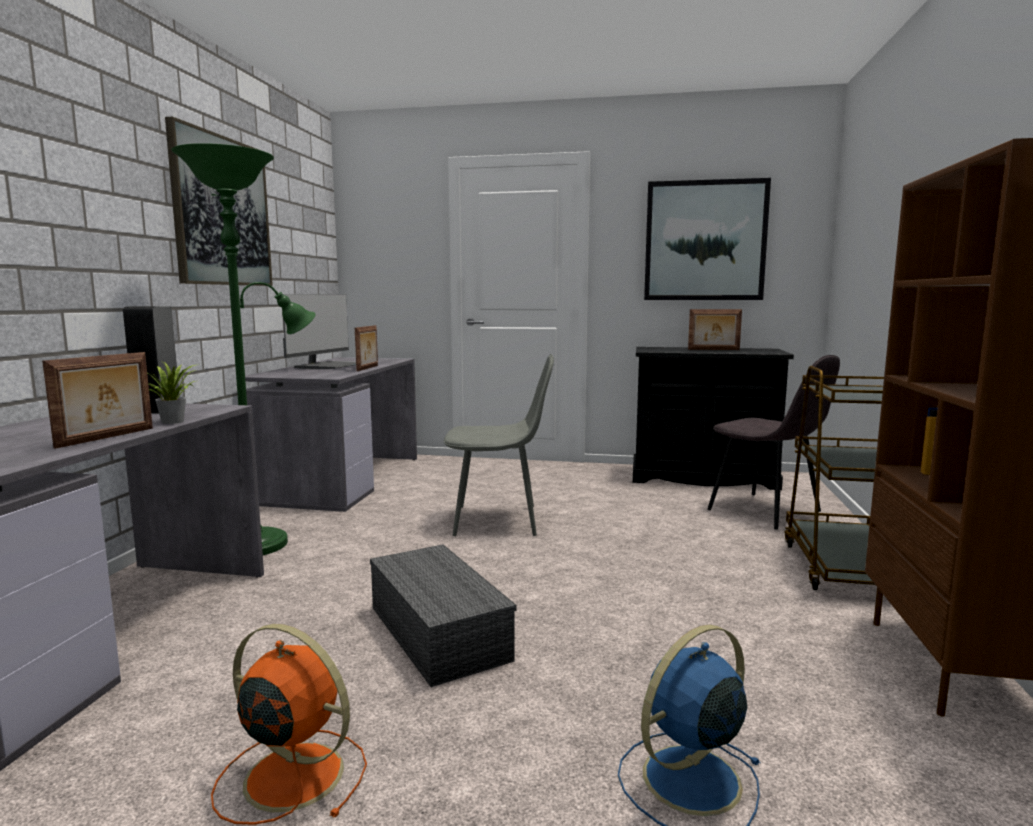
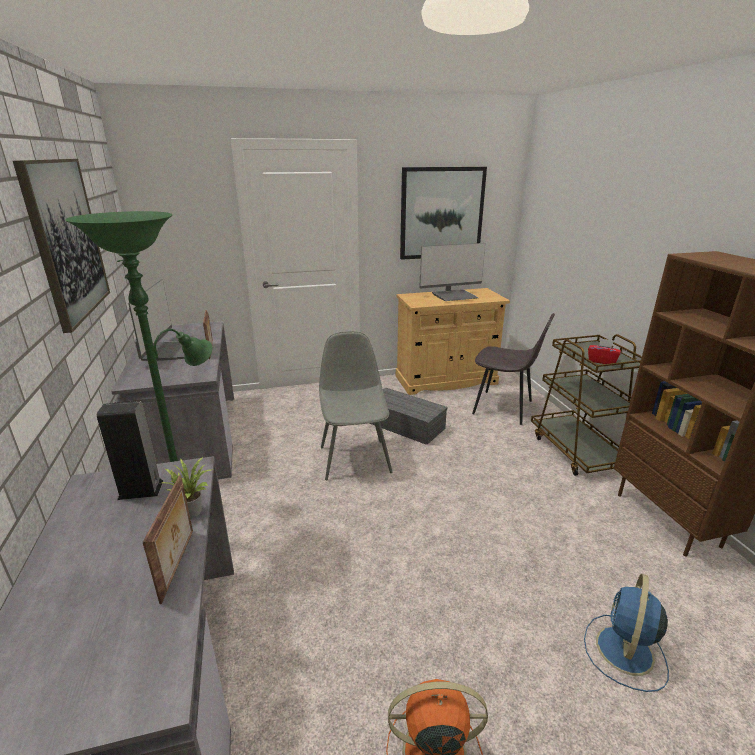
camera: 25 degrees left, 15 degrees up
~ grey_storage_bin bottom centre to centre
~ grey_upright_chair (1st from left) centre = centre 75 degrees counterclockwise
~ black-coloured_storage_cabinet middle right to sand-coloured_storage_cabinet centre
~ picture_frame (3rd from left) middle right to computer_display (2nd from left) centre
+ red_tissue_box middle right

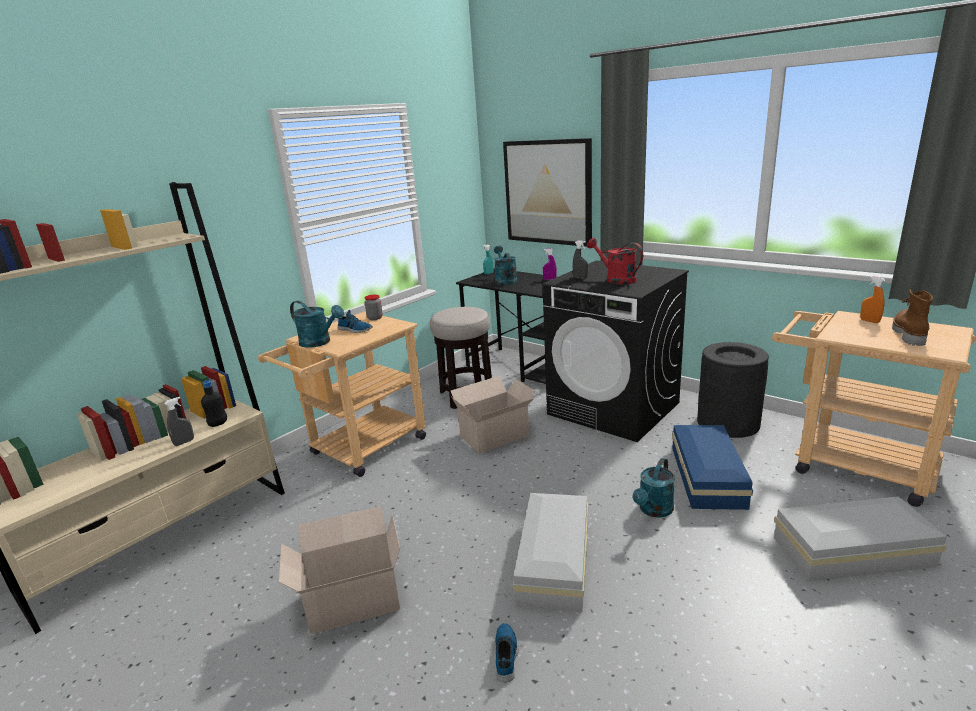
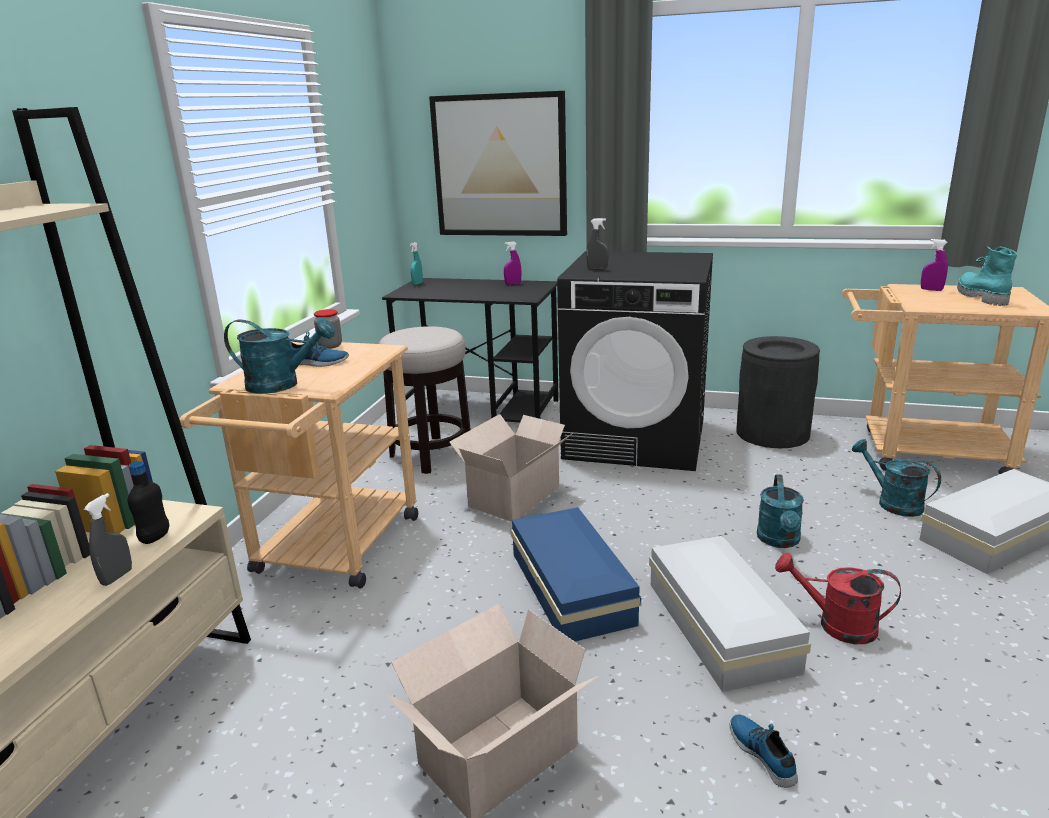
camera: 25 degrees left, 0 degrees up
~ turquoise_sprinkling_can (2nd from left in the first image) centre to turquoise_sprinkling_can (3rd from left) middle right
~ red_sprinkling_can centre to bottom right
~ blue_storage_bin middle right to bottom centre
~ orange-coloured_hand_sprayer middle right to purple_hand_sprayer (2nd from left) top right
~ brown-coloured_tall_boot middle right to turquoise_tall_boot middle right

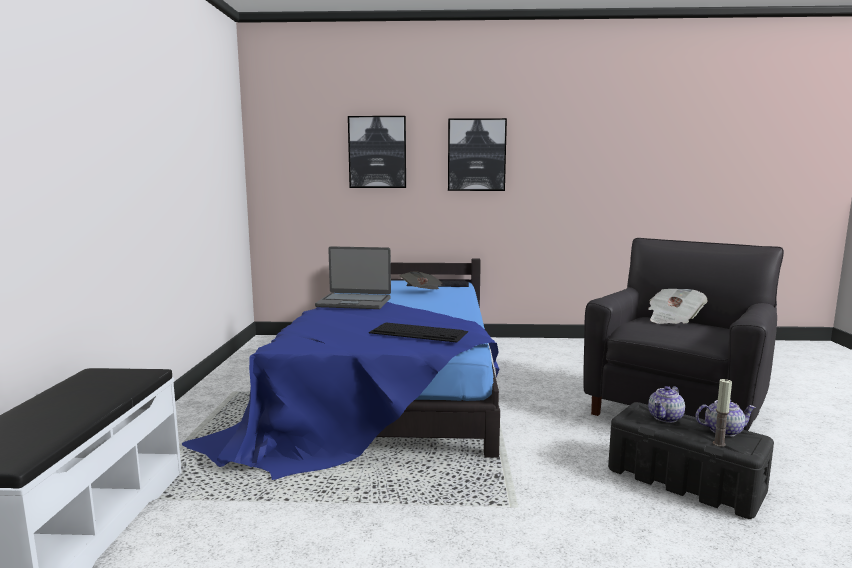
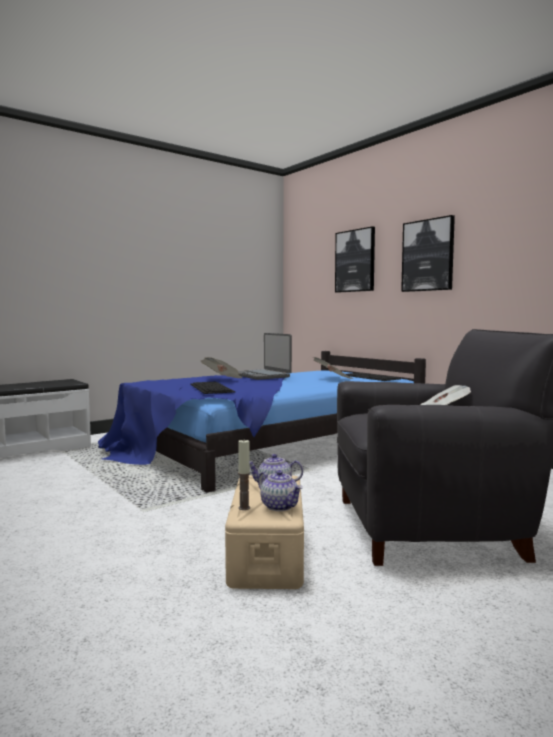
camera: 50 degrees right, 5 degrees down
~ black-coloured_storage_bin bottom right to sand-coloured_storage_bin bottom centre
+ printed_paper (1st from left) centre

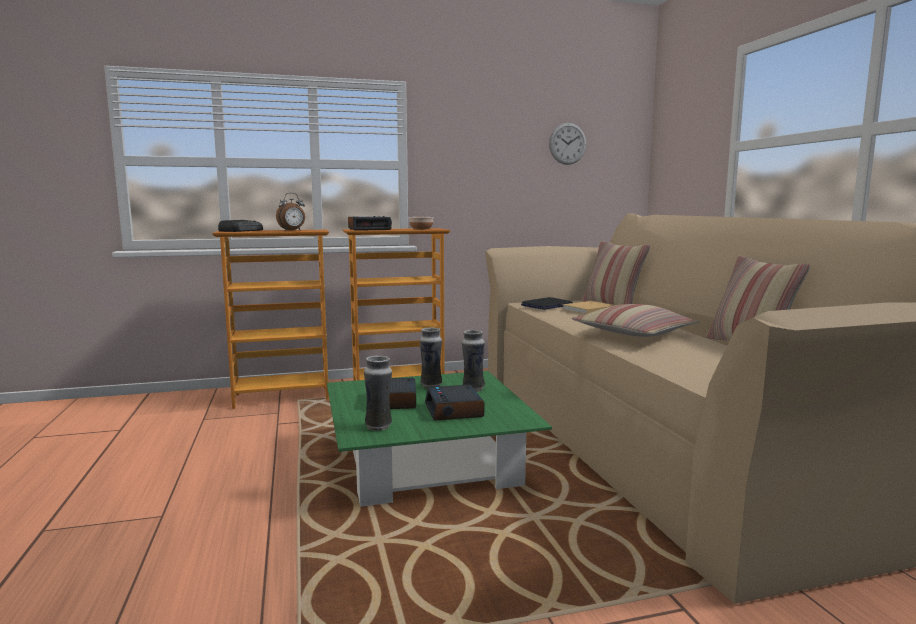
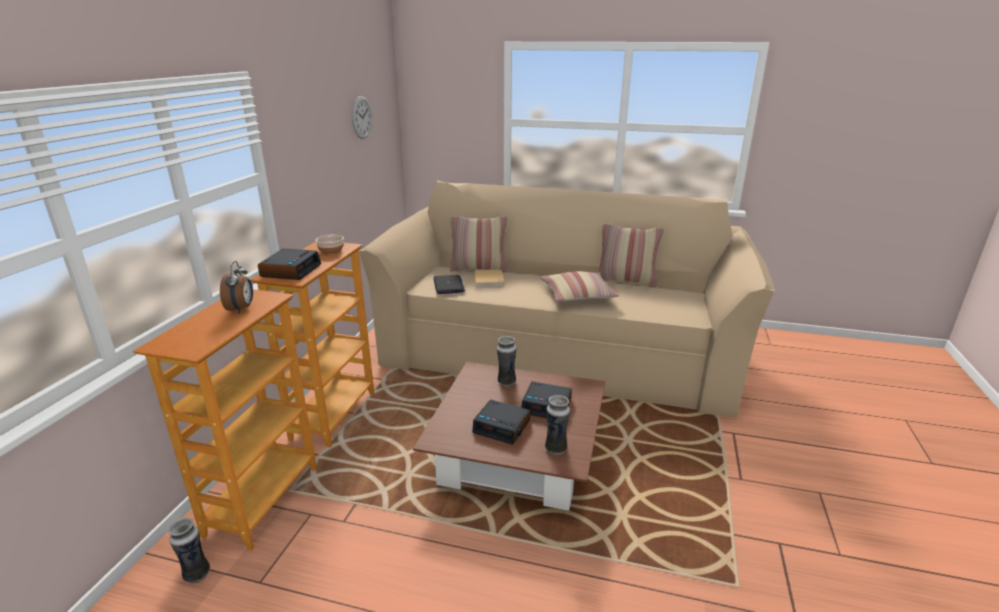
camera: 60 degrees left, 15 degrees up
- radio middle left
~ green-coloured_lounge_table bottom centre to brown-coloured_lounge_table bottom centre
~ vase (2nd from left in the first image) centre to vase (1st from left) bottom left

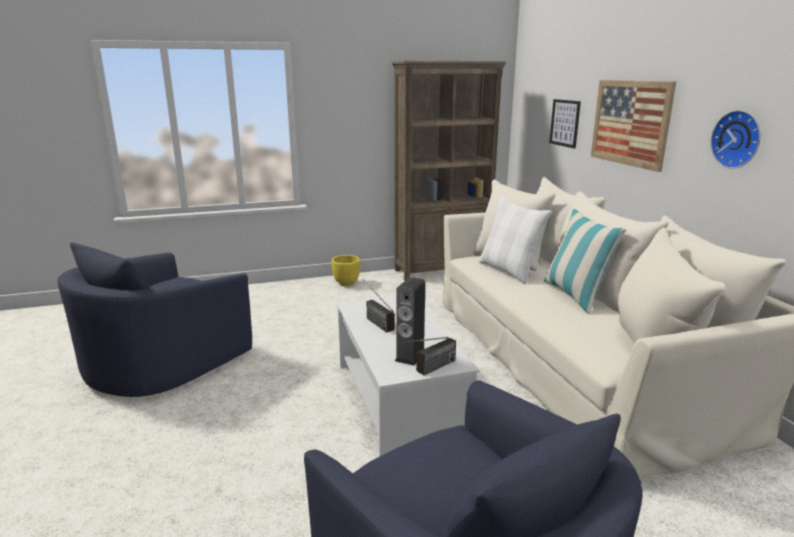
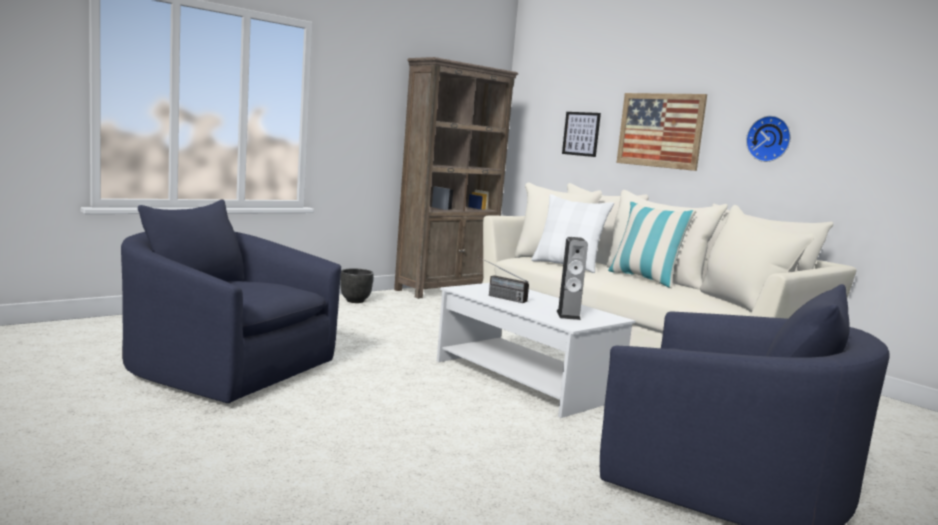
camera: 25 degrees left, 10 degrees down
~ blue_armchair (1st from left) middle left = middle left 105 degrees clockwise
~ yellow-coloured_planter centre to black-coloured_planter centre
- radio (2nd from left) centre

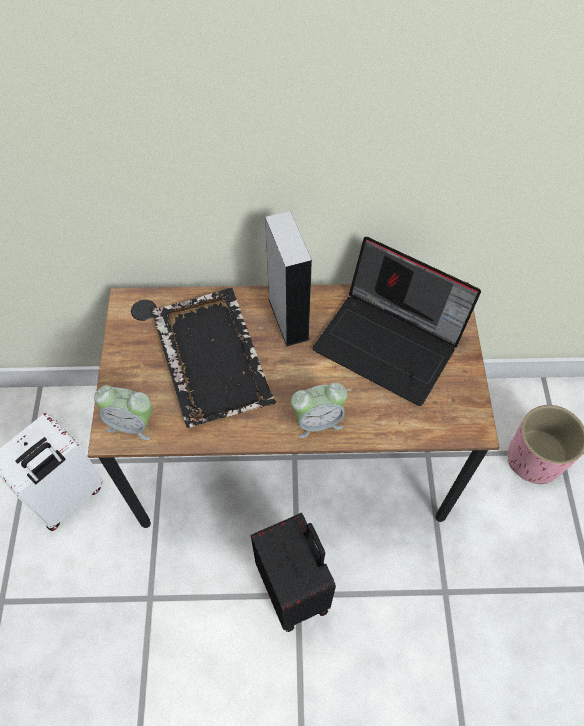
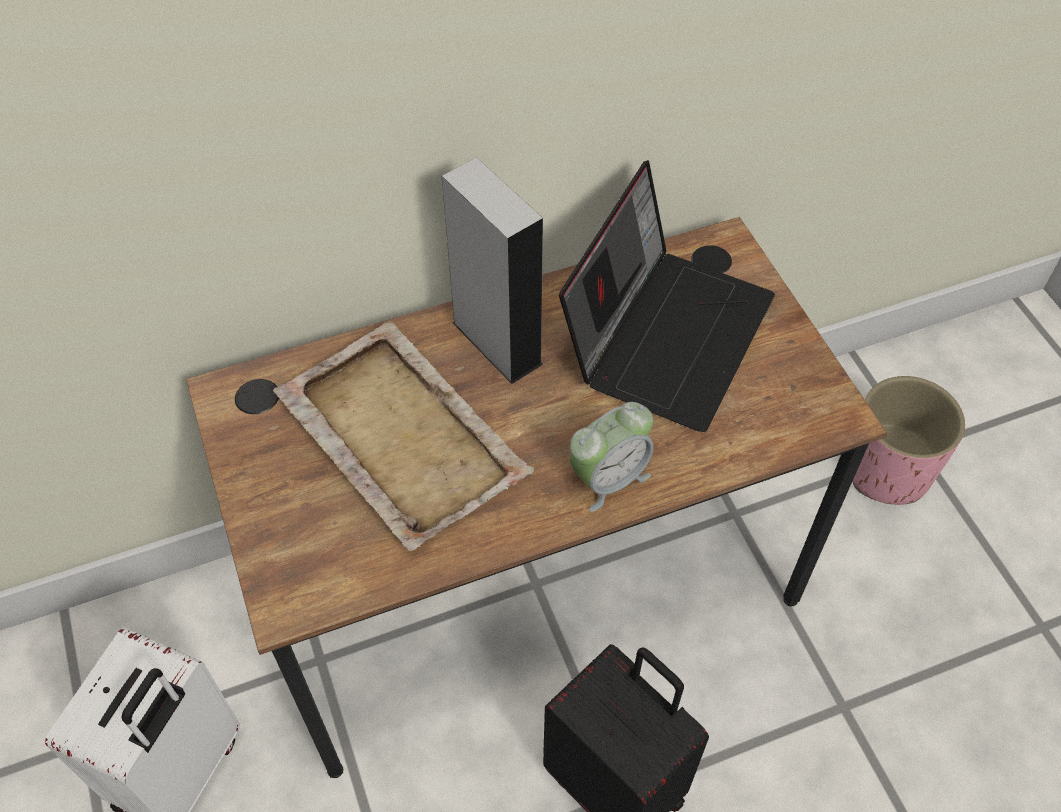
camera: 20 degrees left, 5 degrees down
- alarm_clock (1st from left) middle left
~ black-coloured_tray centre to sand-coloured_tray centre
~ notebook_computer middle right = centre 75 degrees counterclockwise

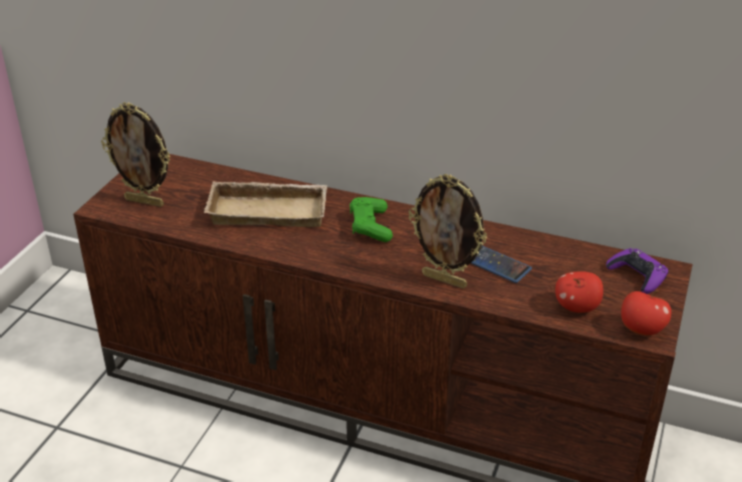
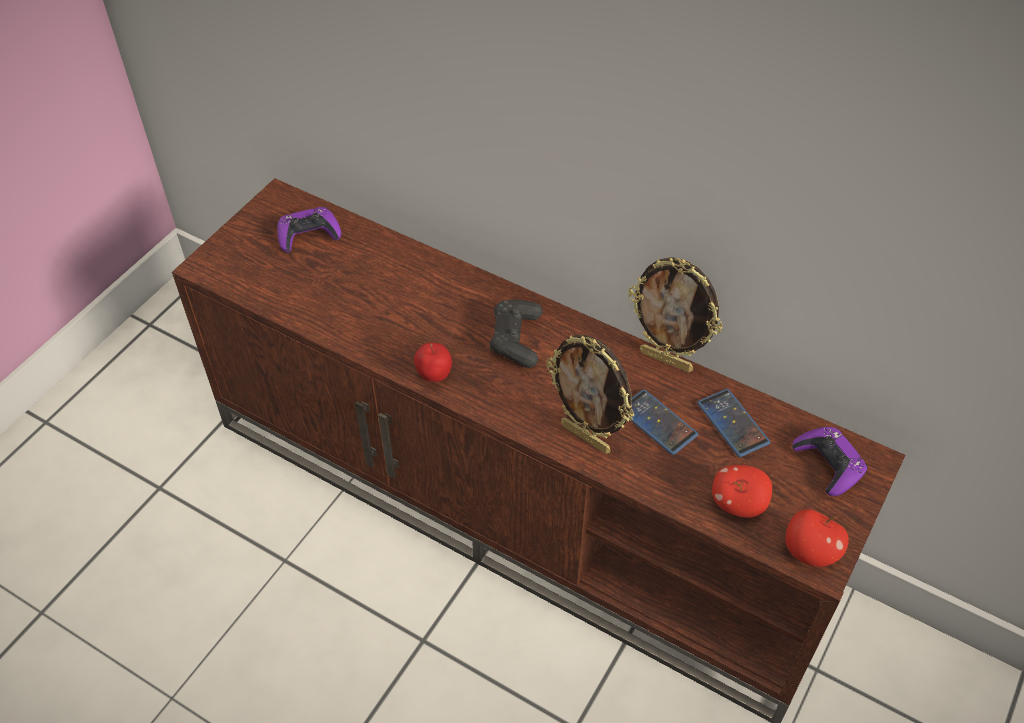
camera: 10 degrees right, 15 degrees up
~ picture_frame (1st from left in the first image) top left to picture_frame (2nd from left) centre
- sand-coloured_tray centre
~ green-coloured_gamepad centre to black-coloured_gamepad centre
+ purple_gamepad (1st from left) top left
+ apple_fruit (1st from left) centre
+ telephone (2nd from left) middle right

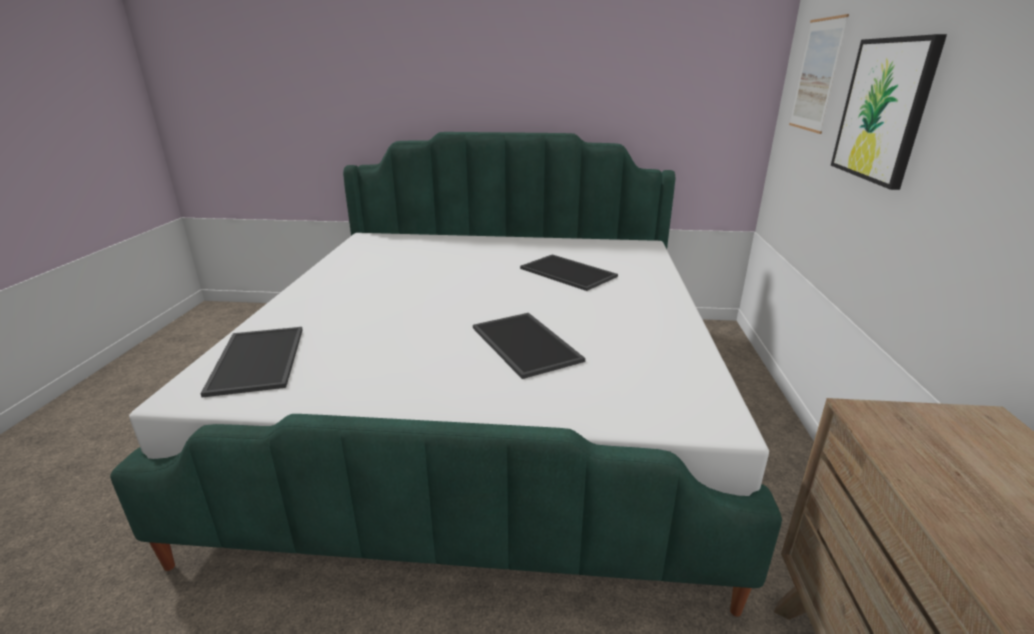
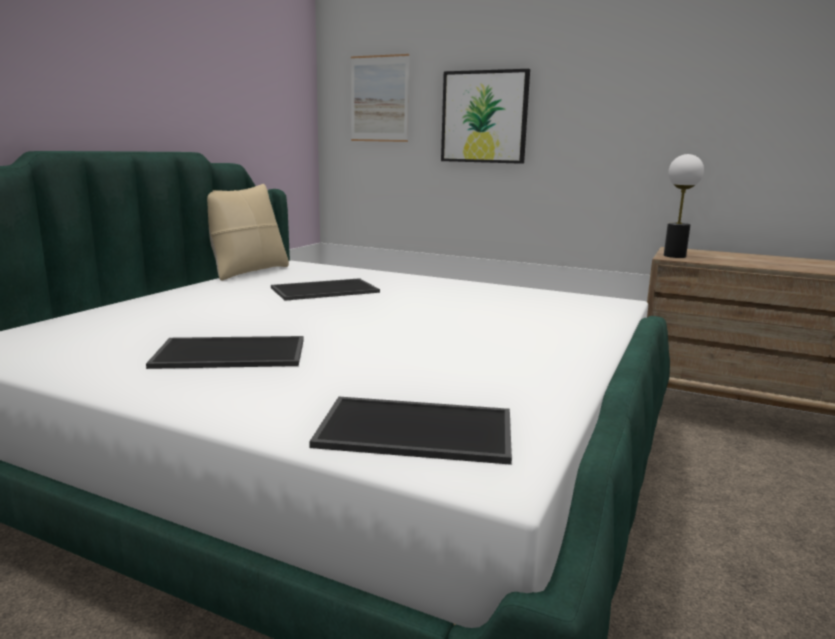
camera: 70 degrees left, 10 degrees down
~ tray (2nd from left in the first image) centre to tray (1st from left) middle left
+ sand-coloured_throw_pillow middle left
+ tabletop_lamp top right

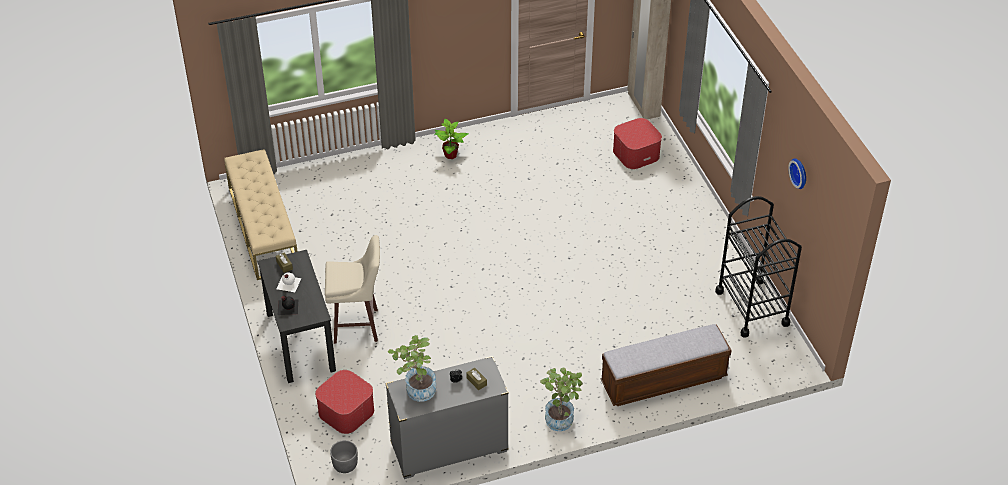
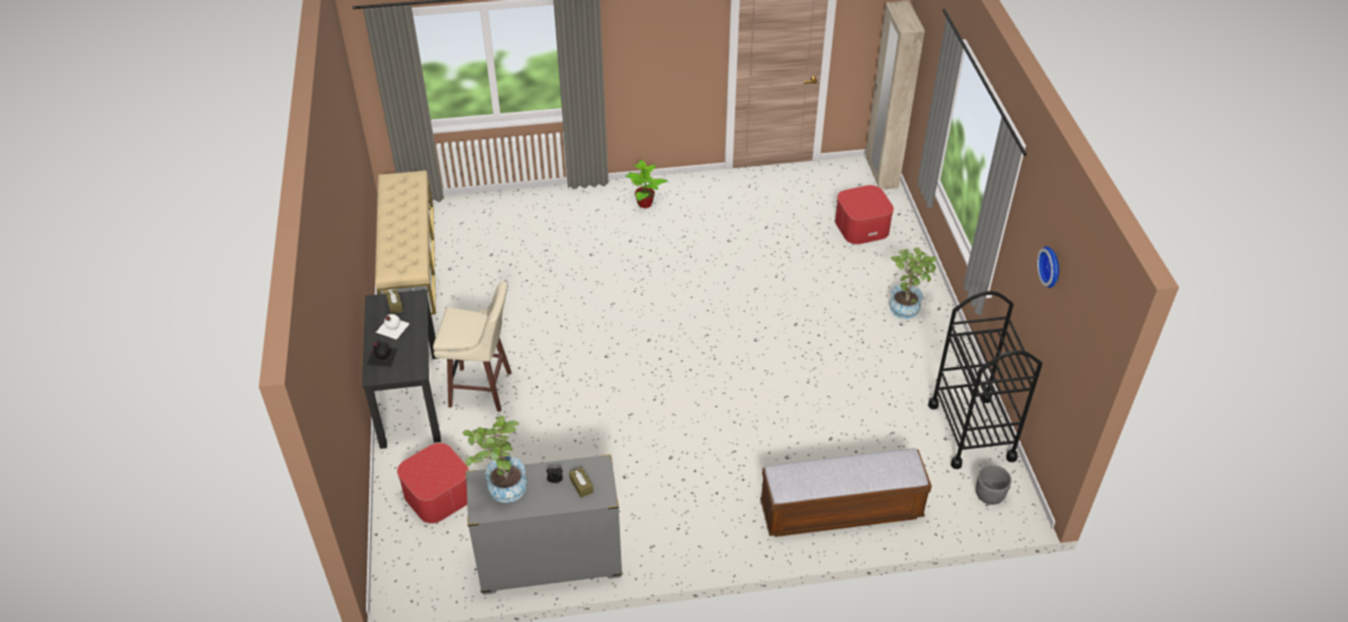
camera: 10 degrees right, 0 degrees up
~ grey_planter bottom centre to bottom right
~ plant_in_a_pot (3rd from left) bottom centre to middle right

